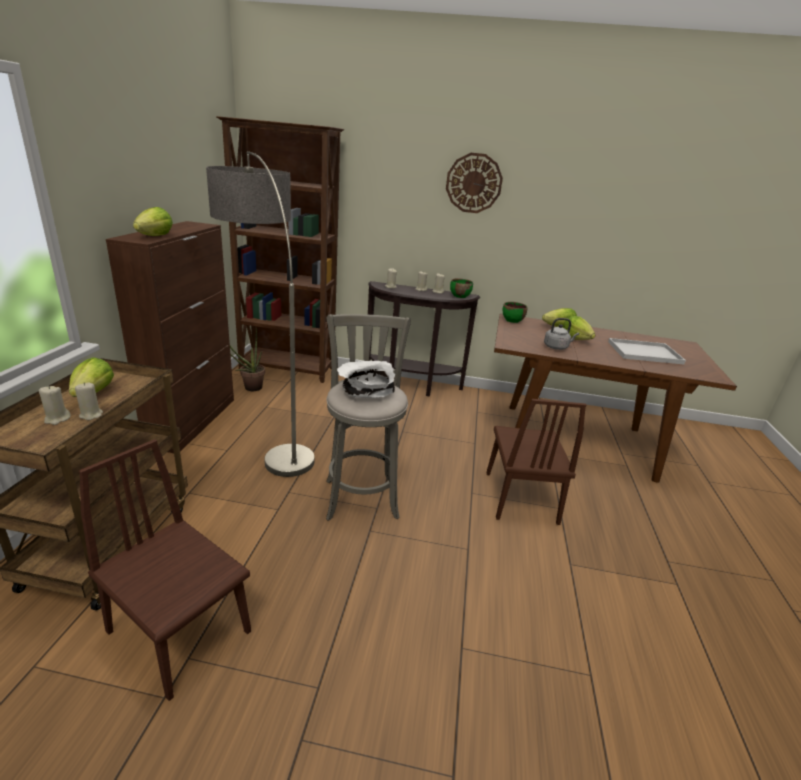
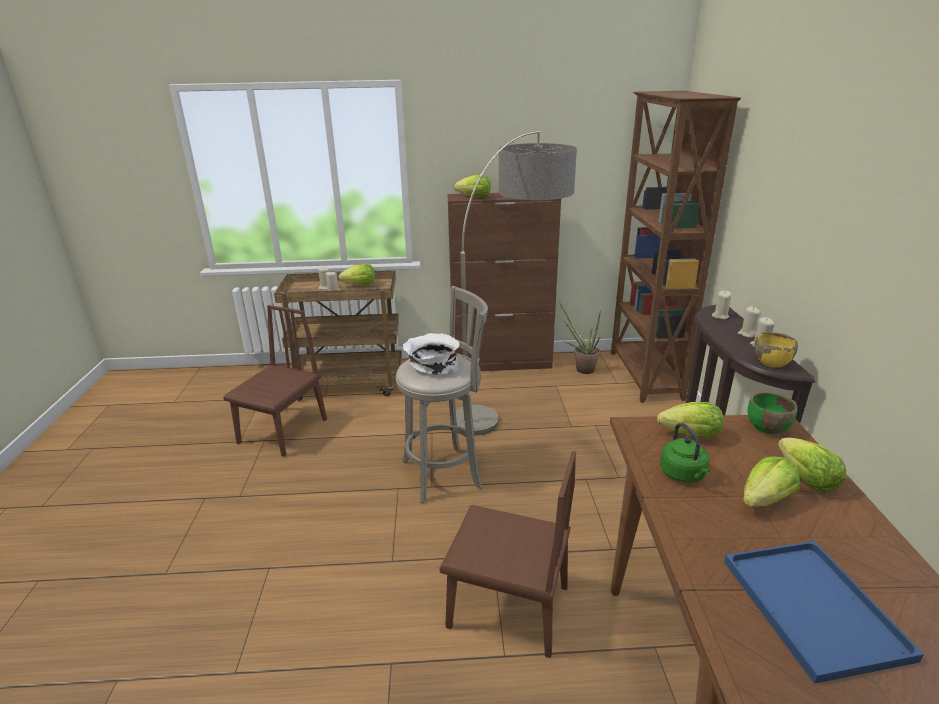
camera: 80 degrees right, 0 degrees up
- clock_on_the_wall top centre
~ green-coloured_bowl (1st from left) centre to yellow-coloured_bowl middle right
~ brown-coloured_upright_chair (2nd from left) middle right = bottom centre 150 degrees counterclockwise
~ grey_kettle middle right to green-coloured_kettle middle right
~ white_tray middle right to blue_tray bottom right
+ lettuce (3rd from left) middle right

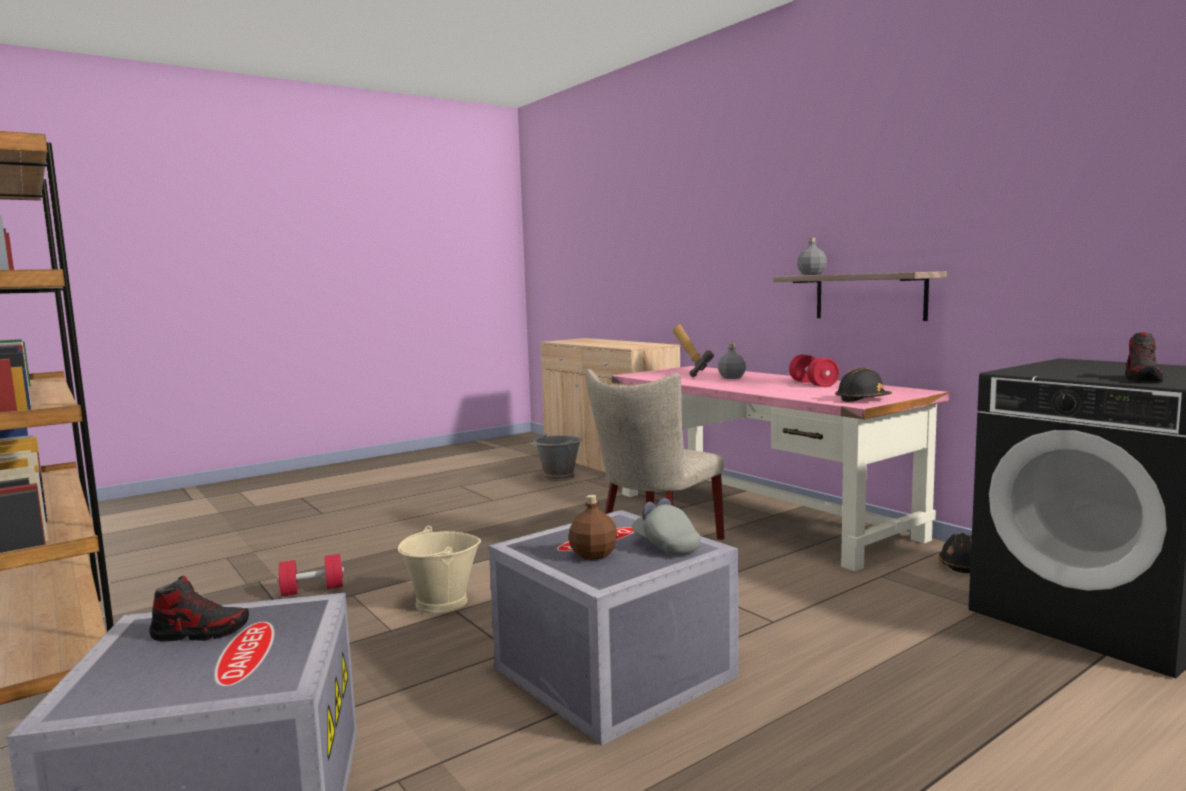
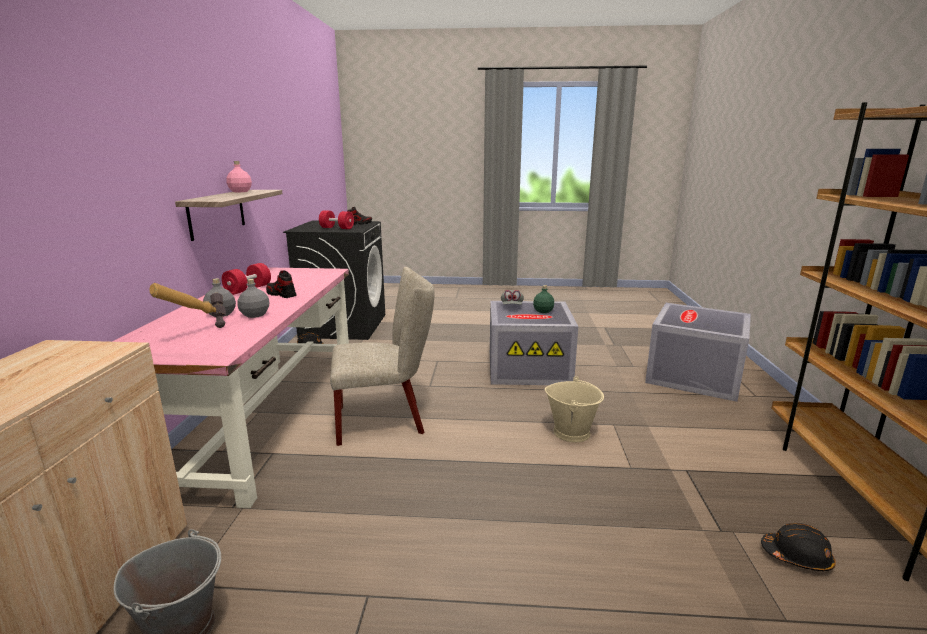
camera: 140 degrees left, 10 degrees up
~ shoe (1st from left) bottom left to middle left
~ red_hand_weight (1st from left in the first image) bottom left to red_hand_weight (2nd from left) centre
~ brown-coloured_beverage_bottle centre to green-coloured_beverage_bottle centre
~ grey_beverage_bottle (2nd from left) top right to middle left
~ black-coloured_work_helmet (1st from left in the first image) middle right to black-coloured_work_helmet (2nd from left) bottom right
+ pinkish_beverage_bottle top left

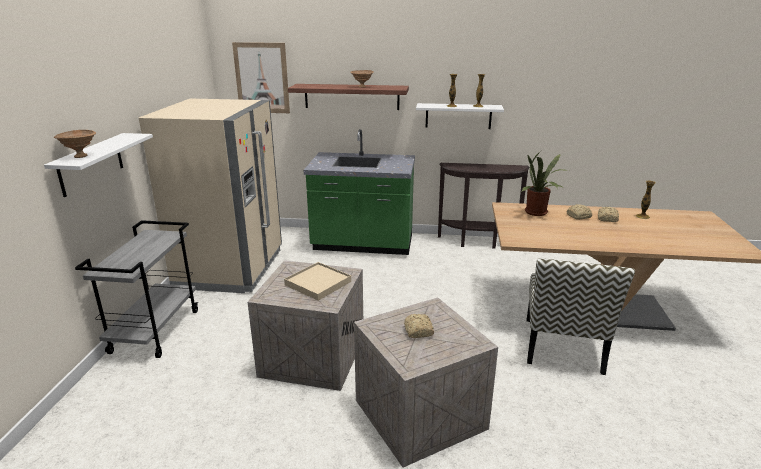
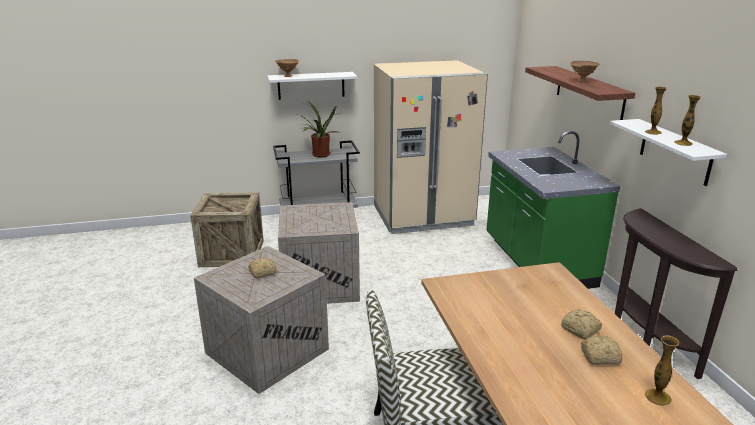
camera: 70 degrees right, 0 degrees up
- wall_art top centre
- sand-coloured_tray centre
~ plant_in_a_pot middle right to top centre
+ crate (1st from left) middle left

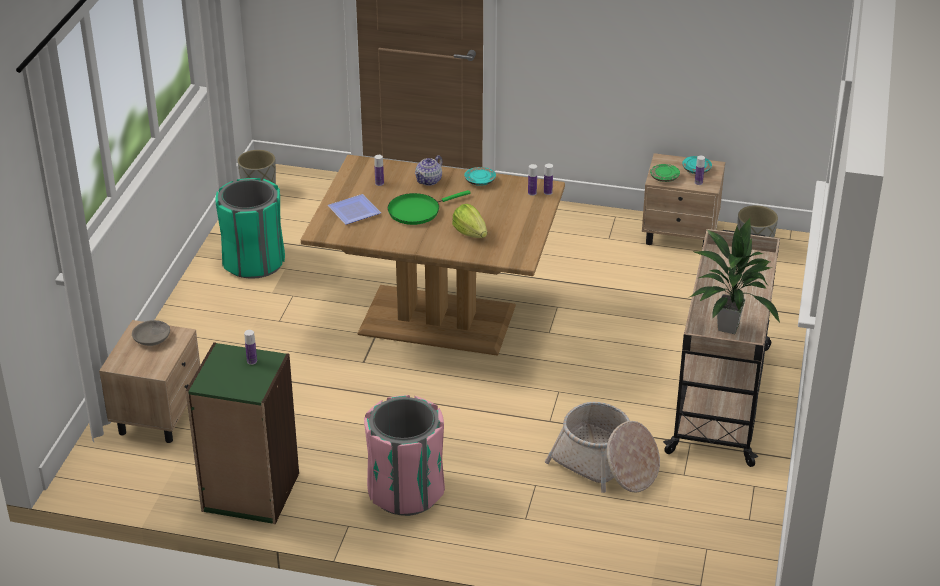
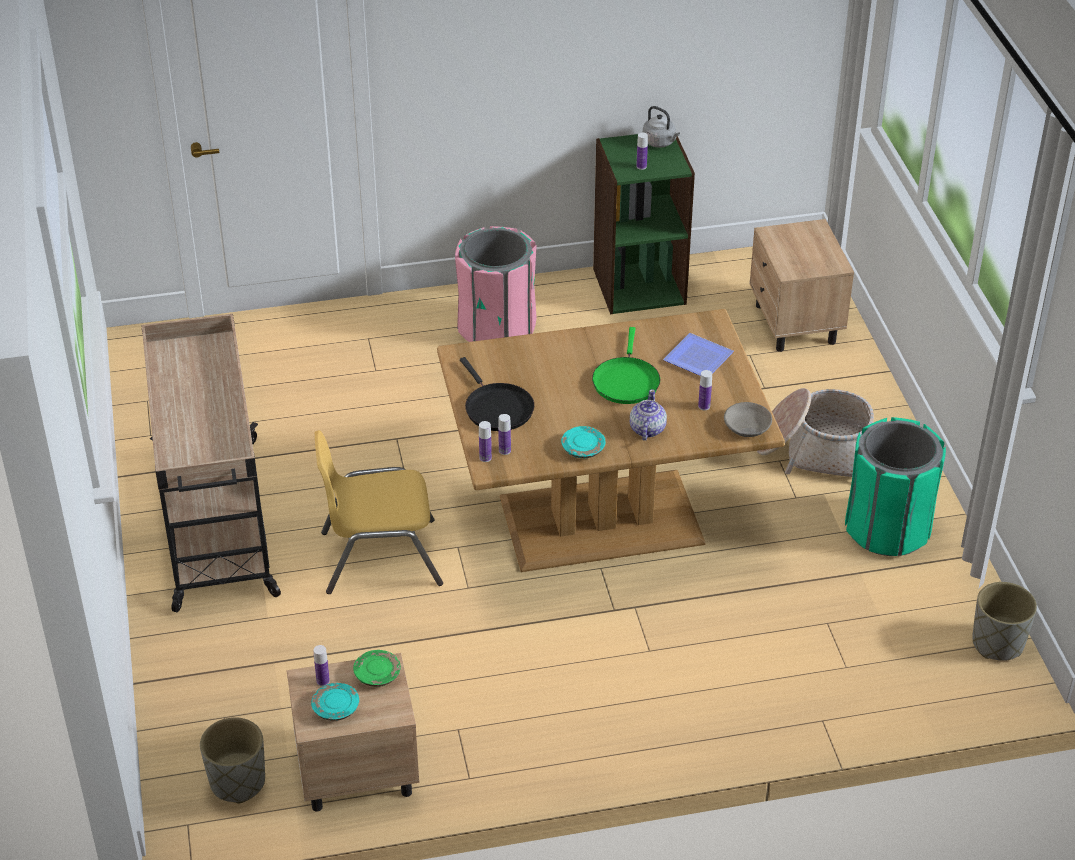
camera: 155 degrees right, 5 degrees up
~ grey_bowl middle left to middle right
~ green-coloured_pan centre = centre 150 degrees clockwise
- lettuce centre
~ basket bottom centre to middle right
- plant_in_a_pot middle right
+ yellow-coloured_upright_chair centre
+ black-coloured_pan centre
+ grey_kettle top centre

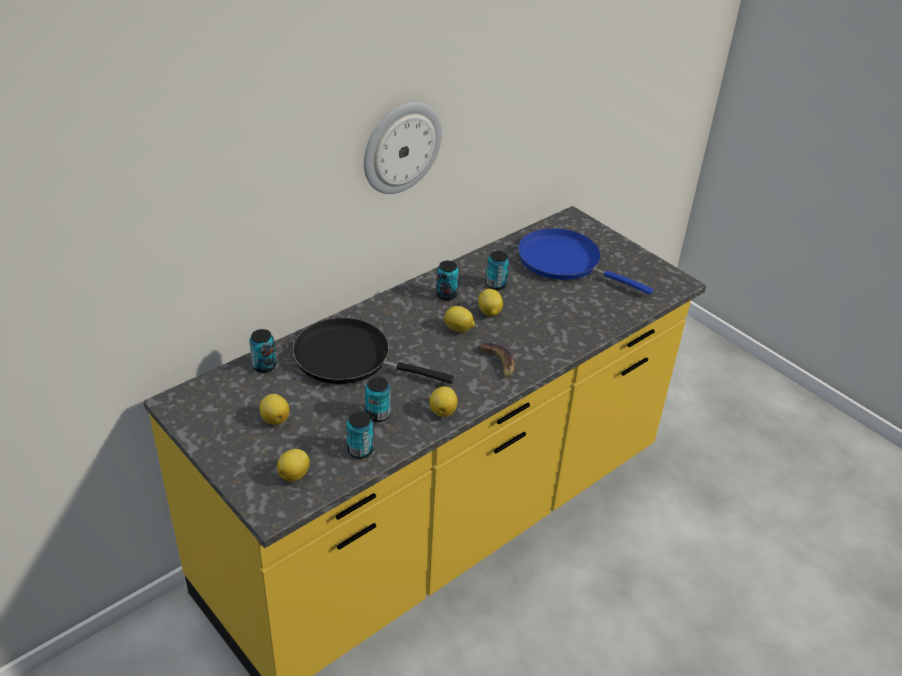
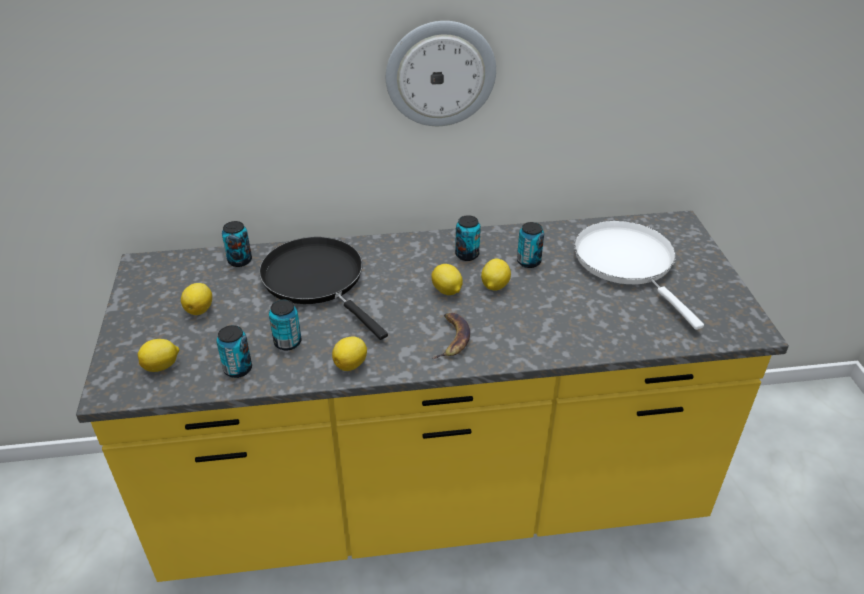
camera: 35 degrees right, 0 degrees up
~ blue_pan centre to white_pan middle right

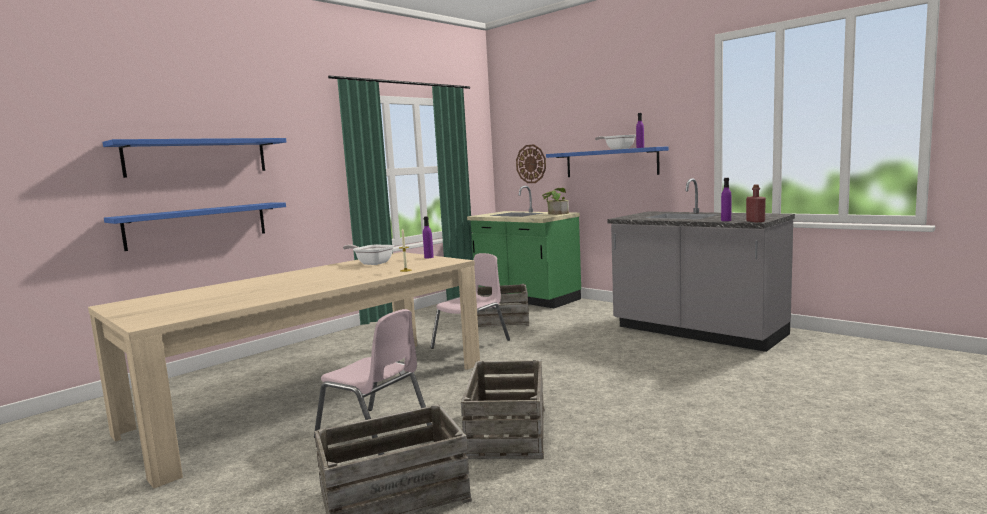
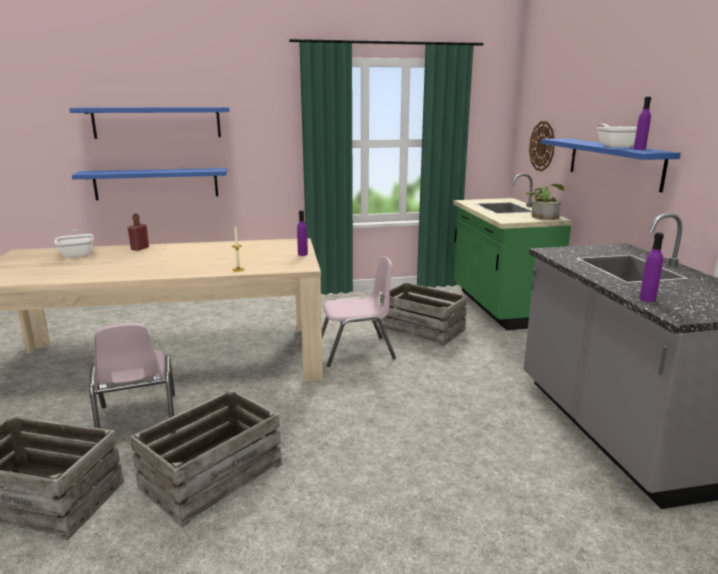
camera: 35 degrees right, 10 degrees up
~ pan (1st from left) centre to middle left
~ red_beverage_bottle middle right to middle left

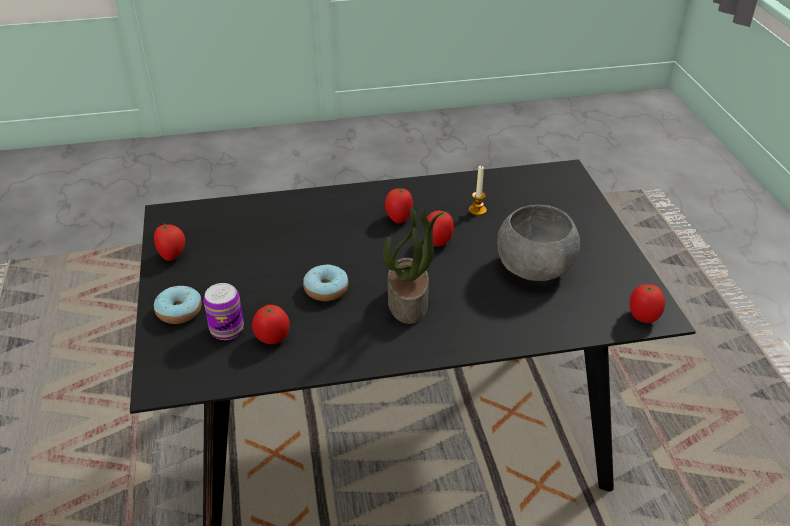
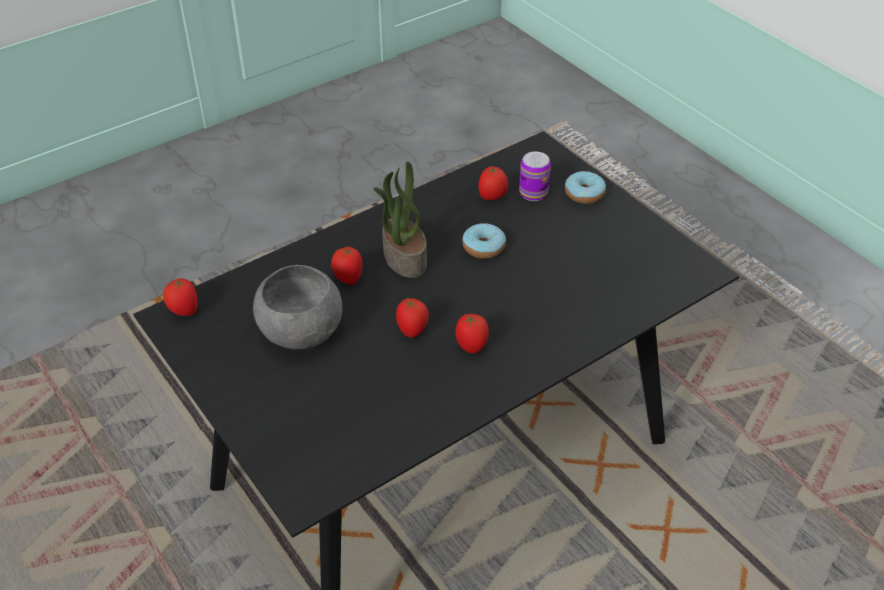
camera: 155 degrees right, 5 degrees up
~ whole_tomato (1st from left in the first image) middle left to whole_tomato (2nd from left) centre
- wax_candle centre

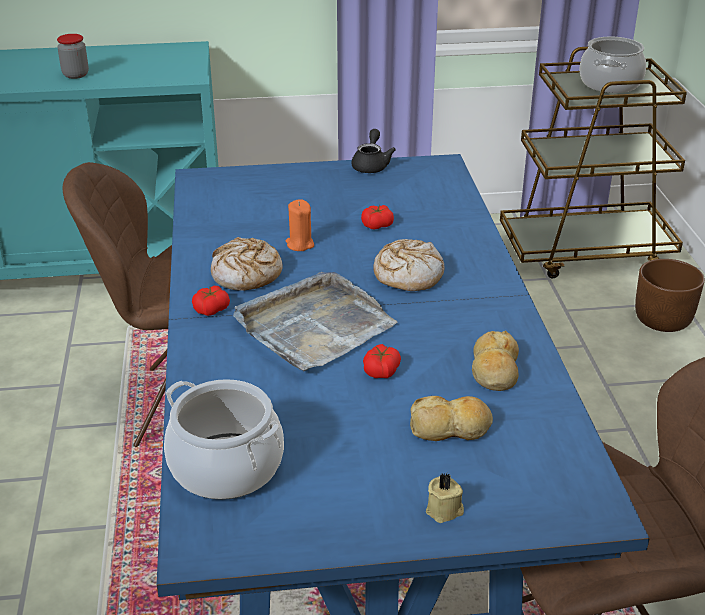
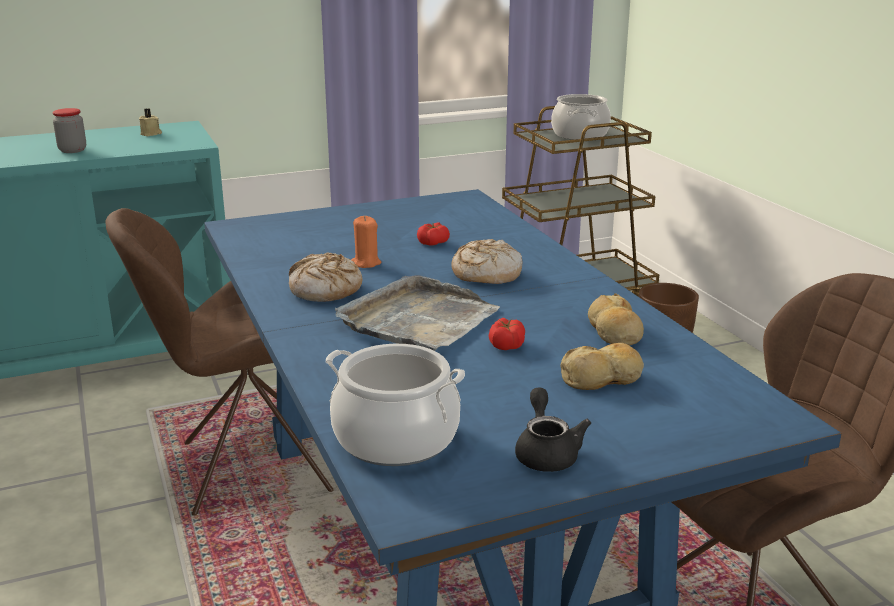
camera: 15 degrees left, 10 degrees down
- whole_tomato (1st from left) middle left
~ black-coloured_teapot top centre to bottom centre
~ sand-coloured_wax_candle bottom centre to top left

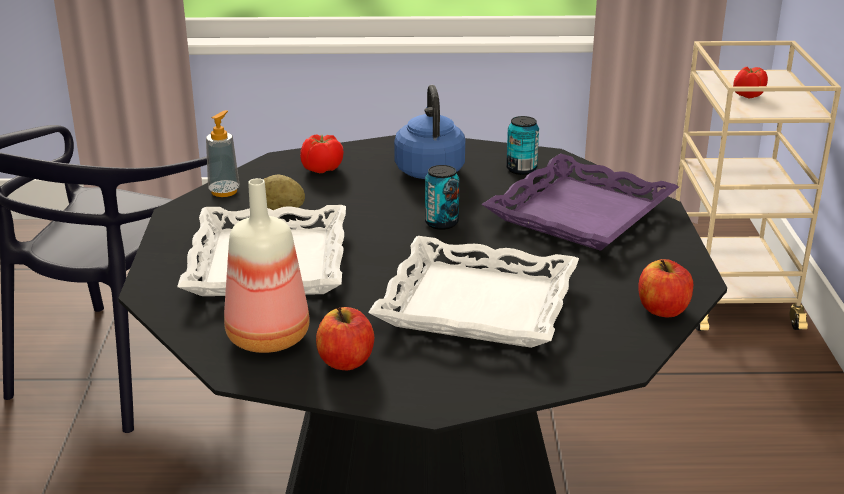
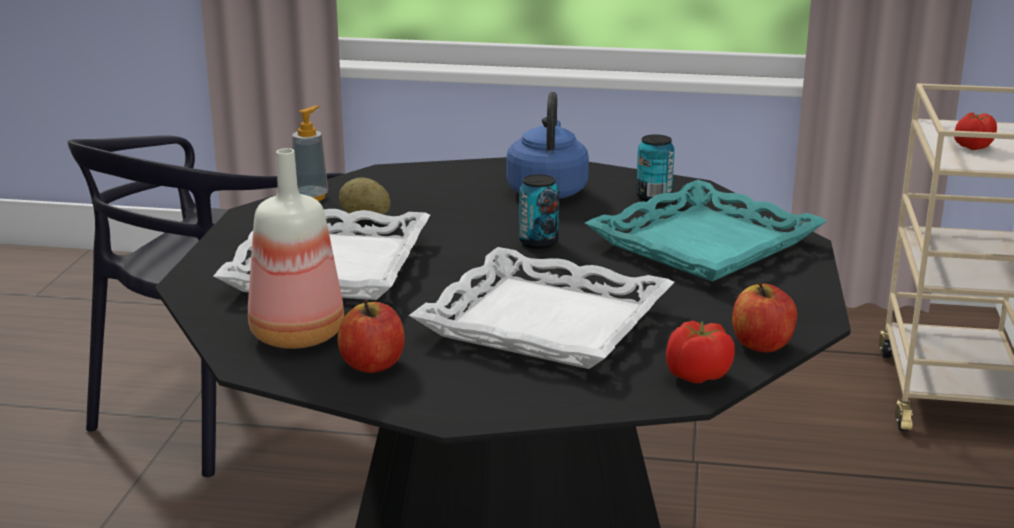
camera: 10 degrees right, 5 degrees down
~ whole_tomato (1st from left) top centre to bottom right
~ purple_tray middle right to turquoise_tray middle right

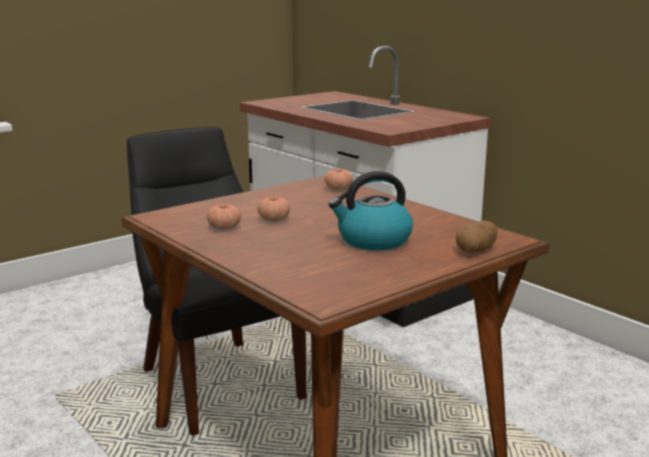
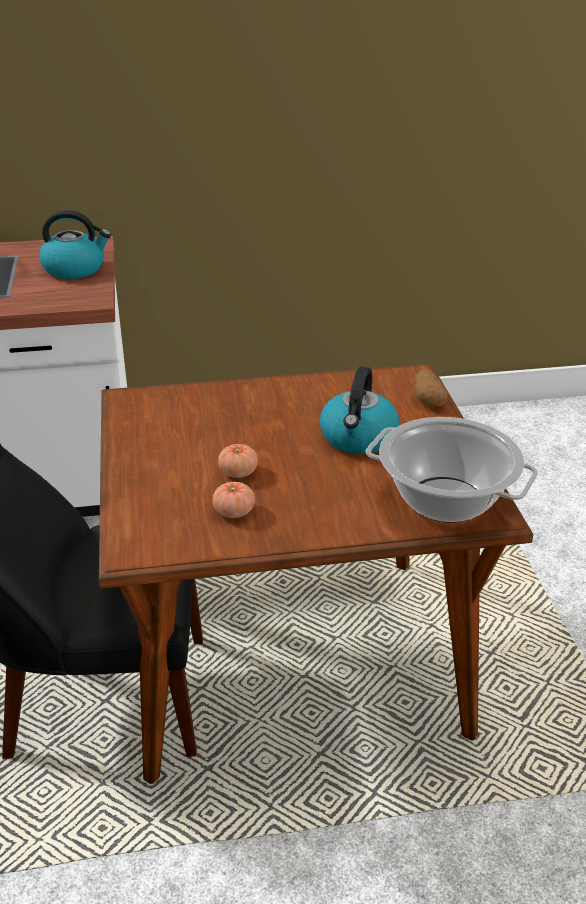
camera: 60 degrees left, 15 degrees up
- whole_tomato (3rd from left) centre
+ kettle (1st from left) top left
+ cooking_pot middle right

